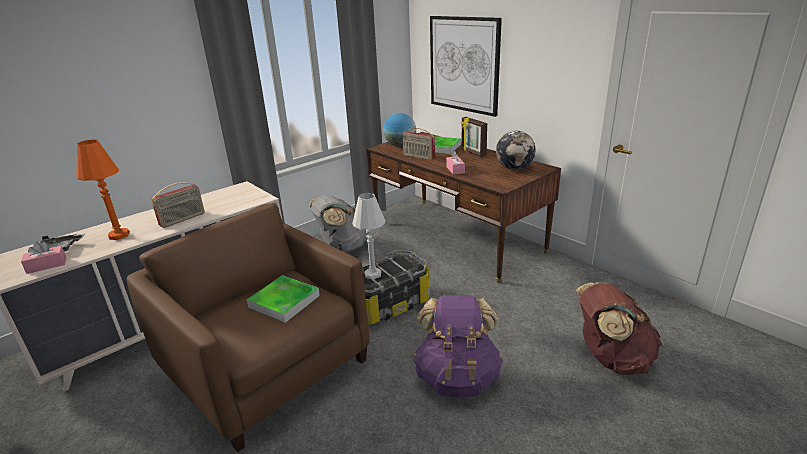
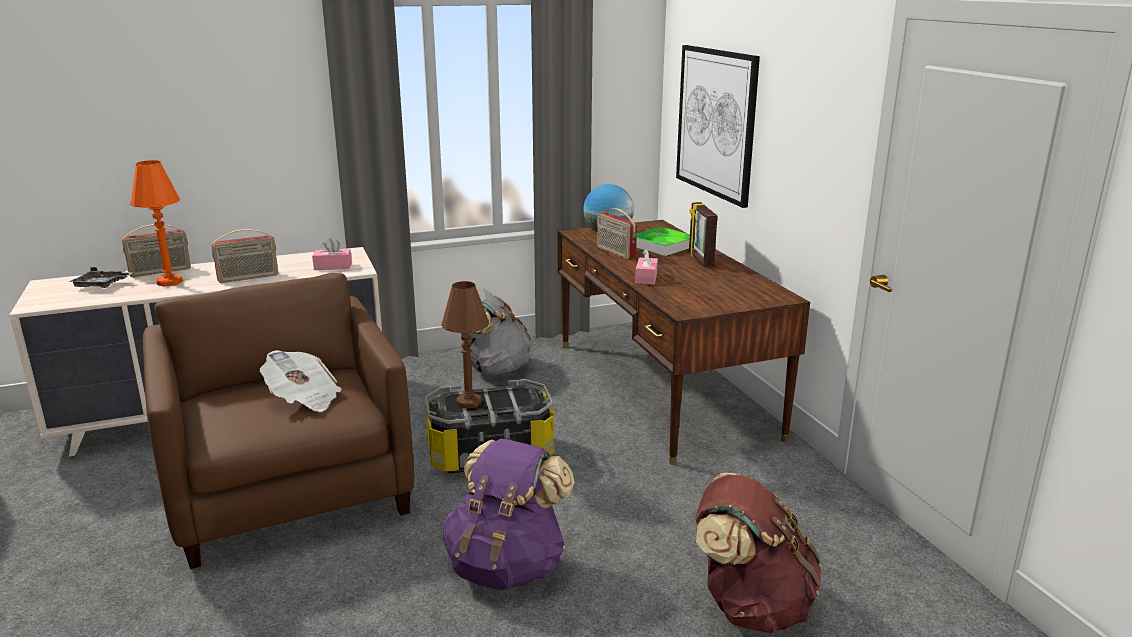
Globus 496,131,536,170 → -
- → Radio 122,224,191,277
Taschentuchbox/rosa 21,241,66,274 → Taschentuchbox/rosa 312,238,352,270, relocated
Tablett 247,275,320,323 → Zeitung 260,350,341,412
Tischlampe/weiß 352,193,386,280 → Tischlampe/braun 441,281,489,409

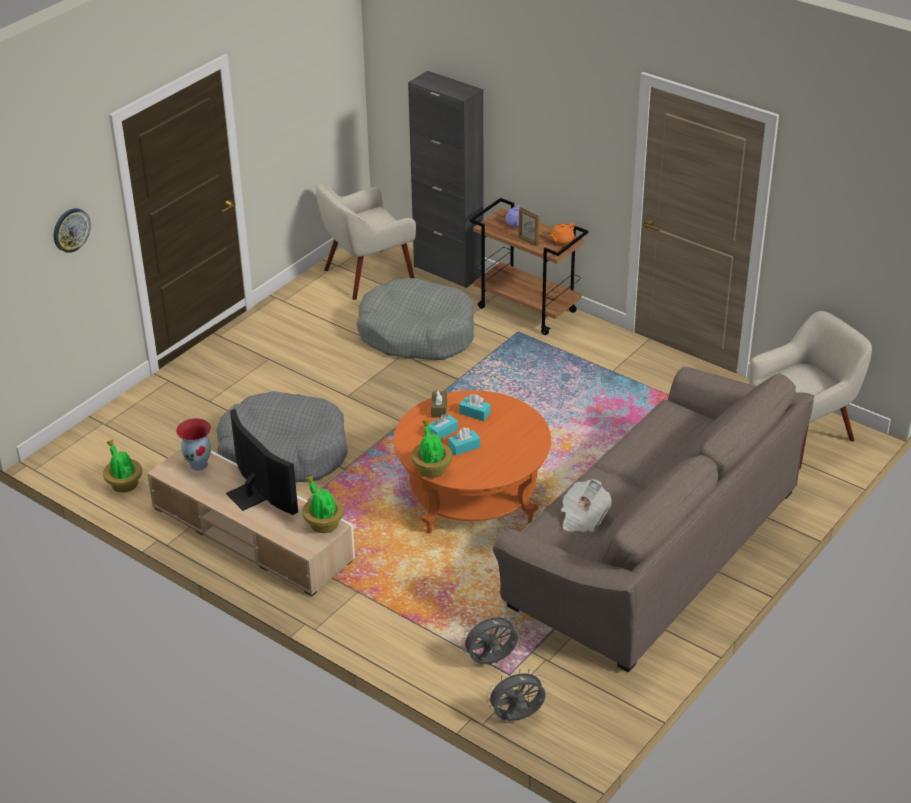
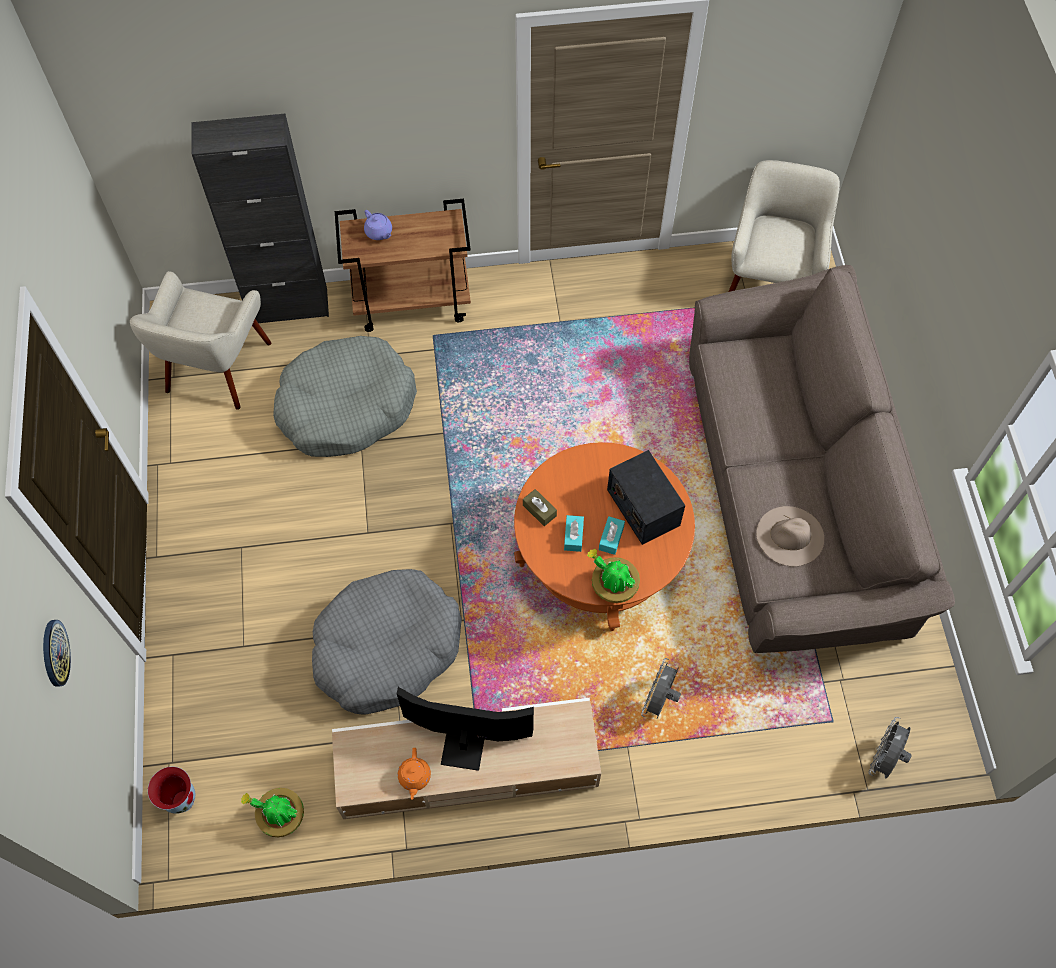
Topfpflanze 302,476,344,533 → -
Taschentuchbox/türkis 459,394,490,421 → -
Bilderrahmen 518,208,540,246 → -
- → Radio 607,450,685,545
Vase 176,418,211,471 → Vase 148,767,195,814, relocated
Ventilator/grau 461,613,518,664 → Ventilator/grau 641,658,681,718, relocated
Teekanne/orange 549,223,575,244 → Teekanne/orange 398,748,431,800, relocated
Zeitung 561,479,612,532 → Hut/beige 756,506,824,566

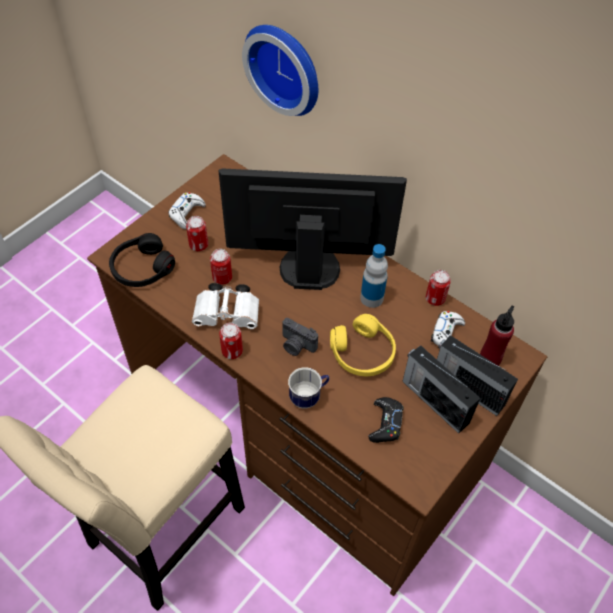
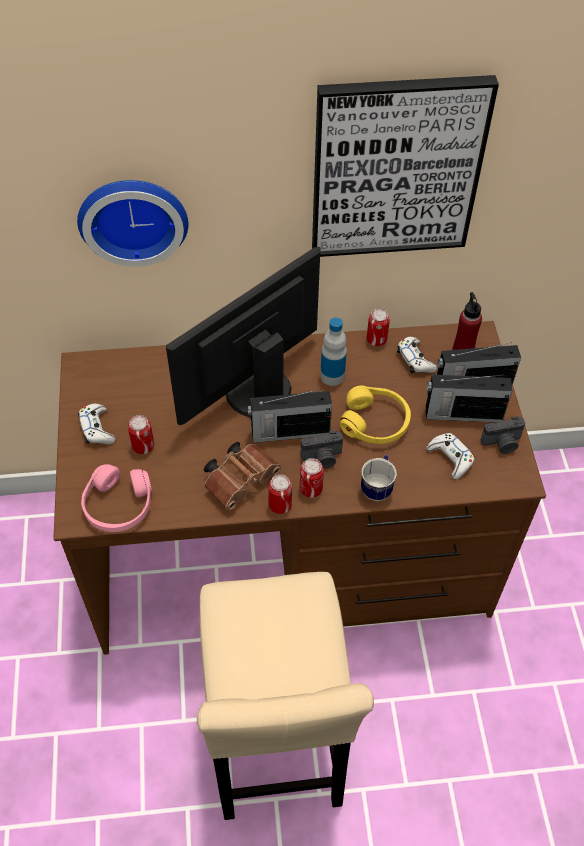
- → Radio 247,389,332,443
- → Bild 312,75,499,257
- → Kamera 481,416,525,454
Dose 210,249,232,285 → Dose 300,458,324,498, relocated
Kopfhörer/schwarz 109,233,175,287 → Kopfhörer/rosa 81,464,152,532
Fernglas/weiß 192,283,259,329 → Fernglas/braun 204,442,281,510
Gamepad/schwarz 369,397,403,443 → Gamepad/weiß 426,433,474,479

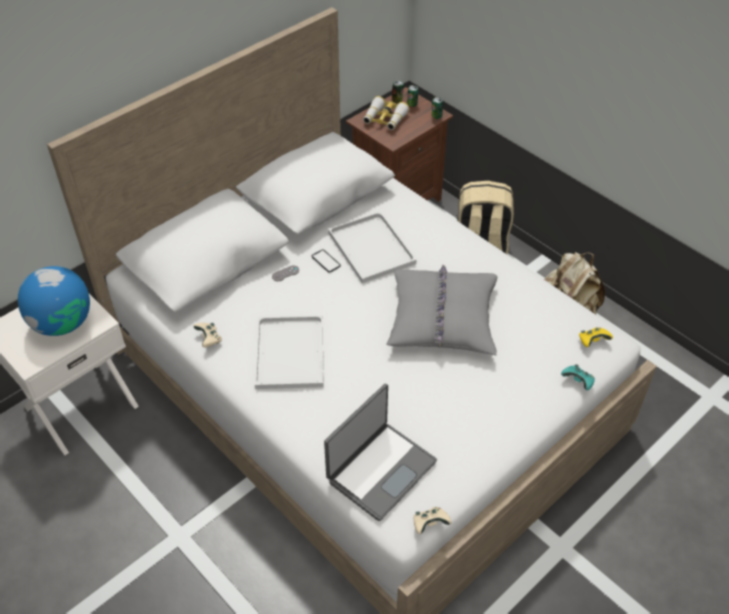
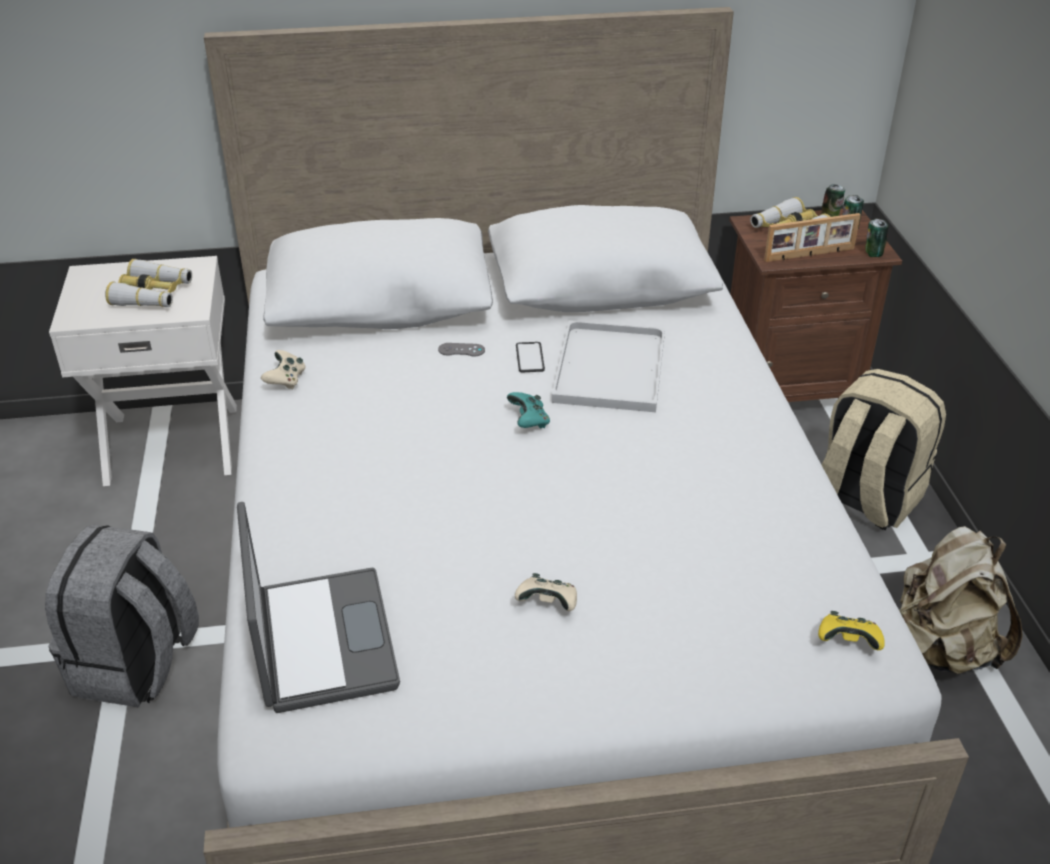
Tablett/weiß 255,316,323,389 → -
Kissen/grau 386,265,497,355 → -
- → Rucksack/grau 45,525,199,707
- → Bilderrahmen 764,213,861,262
Gamepad/beige 414,507,452,534 → Gamepad/beige 515,573,577,611, relocated
Gamepad/türkis 561,364,595,390 → Gamepad/türkis 507,392,550,428, relocated
Globus 18,266,90,336 → Fernglas 105,259,192,307
Laptop 324,384,437,521 → Laptop 237,502,400,713, 90 degrees counterclockwise

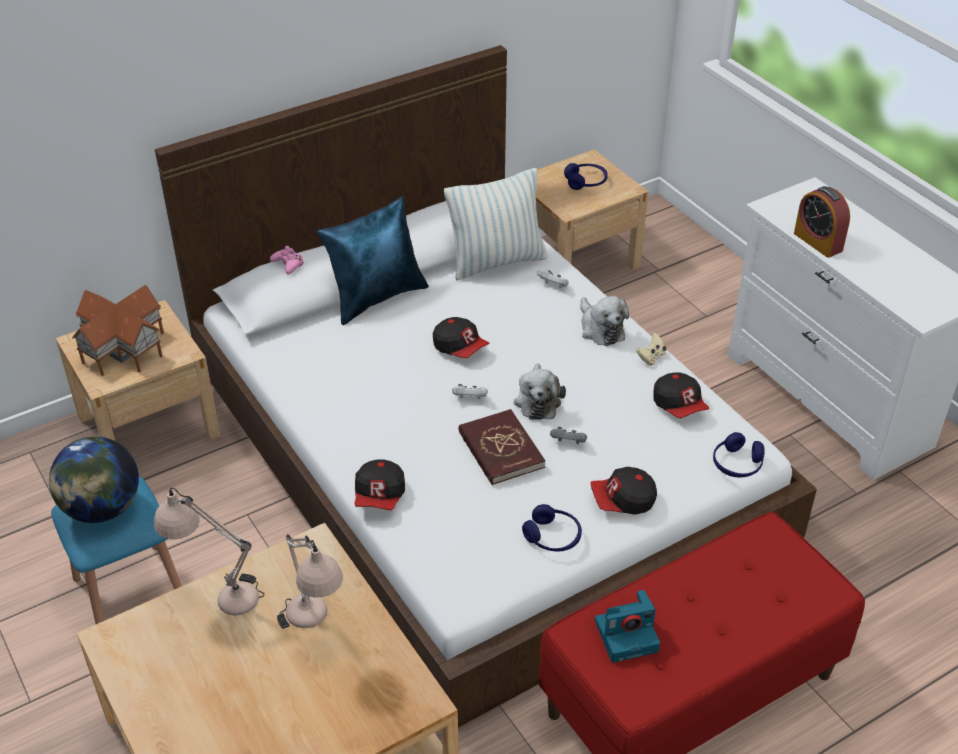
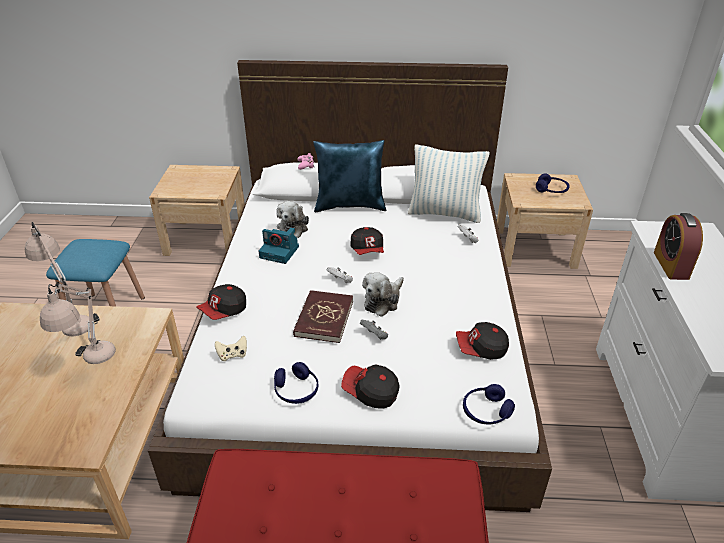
Globus 49,437,139,523 → -
Spielzeughaus 72,285,164,376 → -
Plüschtier 580,296,629,346 → Plüschtier 276,201,309,238, relocated
Kamera 595,590,660,663 → Kamera 259,227,299,264, relocated
Gamepad/beige 636,333,666,366 → Gamepad/beige 215,336,247,361, relocated
Kappe 654,372,709,418 → Kappe 456,322,509,360, 75 degrees clockwise

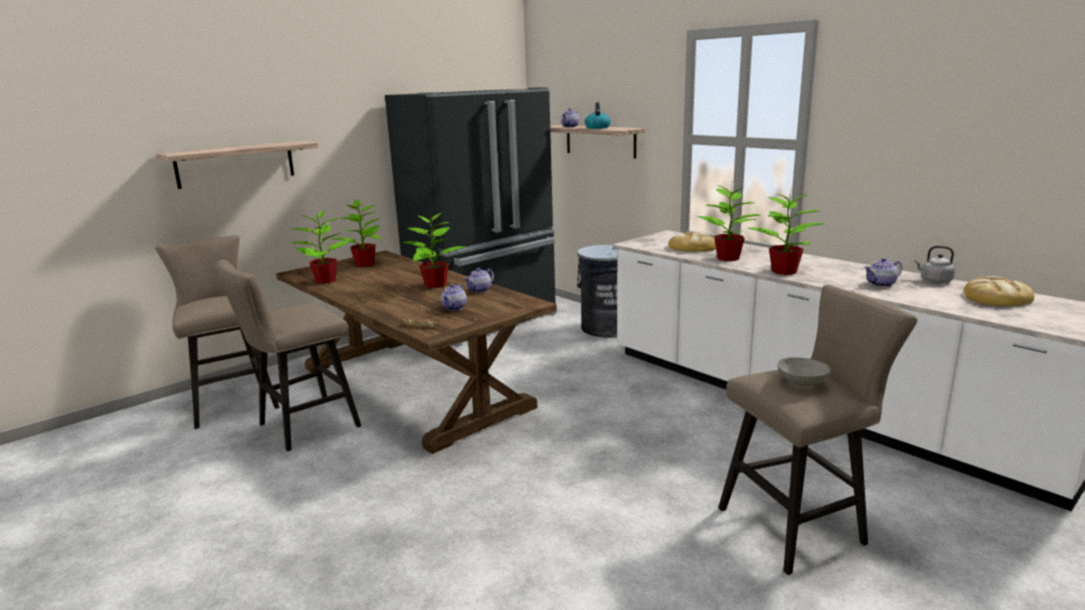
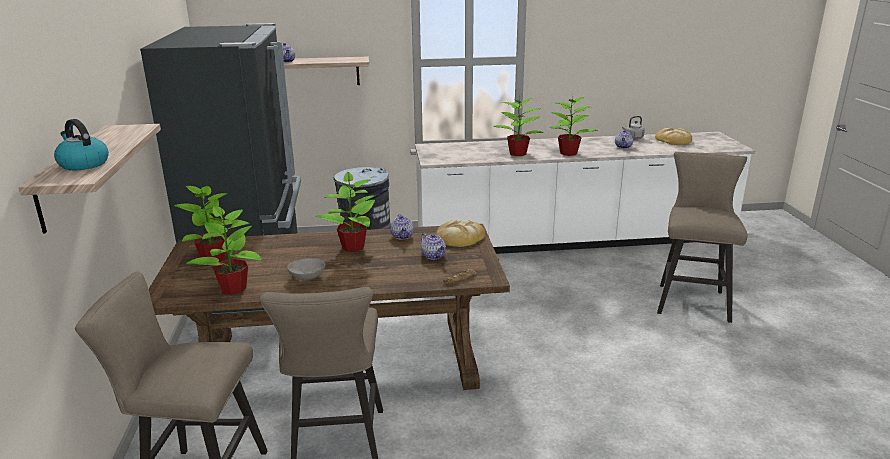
Wasserkessel 585,102,611,129 → Wasserkessel 54,119,109,170, relocated
Brot 668,232,716,252 → Brot 436,220,485,247, relocated
Schüssel/grau 777,357,831,386 → Schüssel/grau 287,258,325,280, relocated

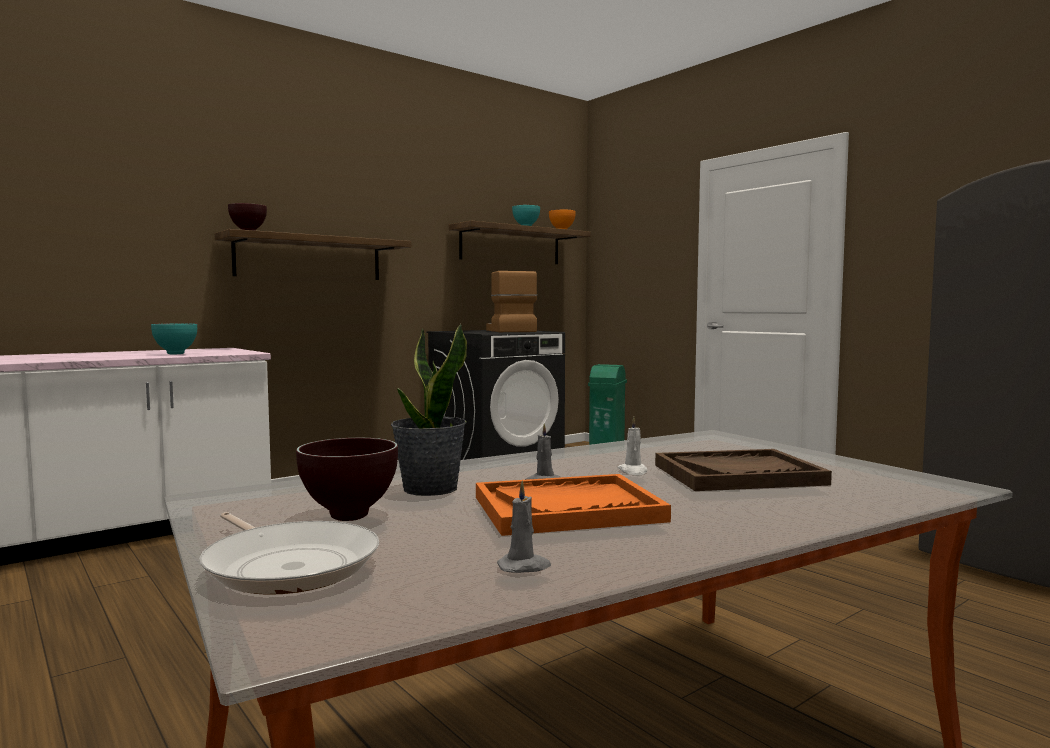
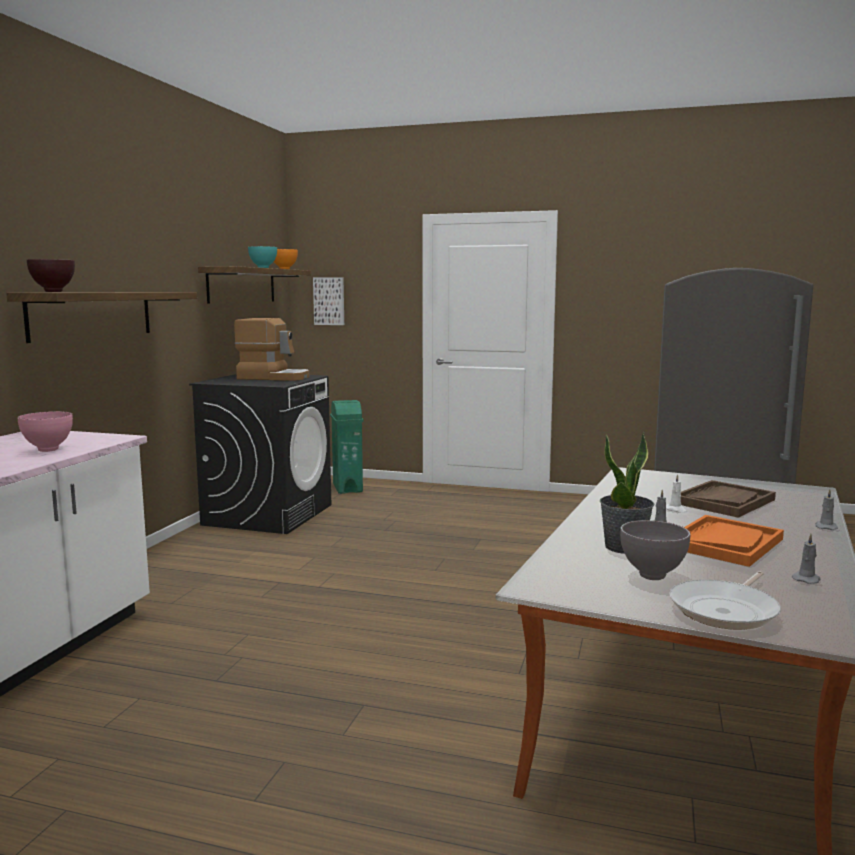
- → Bild 313,277,344,325
- → Kerze/grau 815,490,838,530
Schüssel/türkis 151,323,197,354 → Schüssel/rosa 17,411,73,452
Schüssel/braun 296,438,398,521 → Schüssel/grau 620,520,690,580
Pfanne 199,512,379,595 → Pfanne 670,571,781,630, 120 degrees clockwise
Kaffeemaschine 486,271,537,332 → Kaffeemaschine 234,318,309,381, 150 degrees clockwise

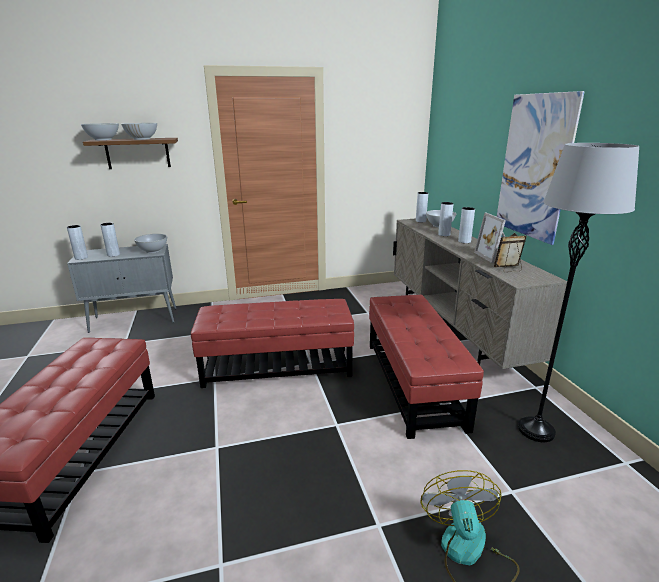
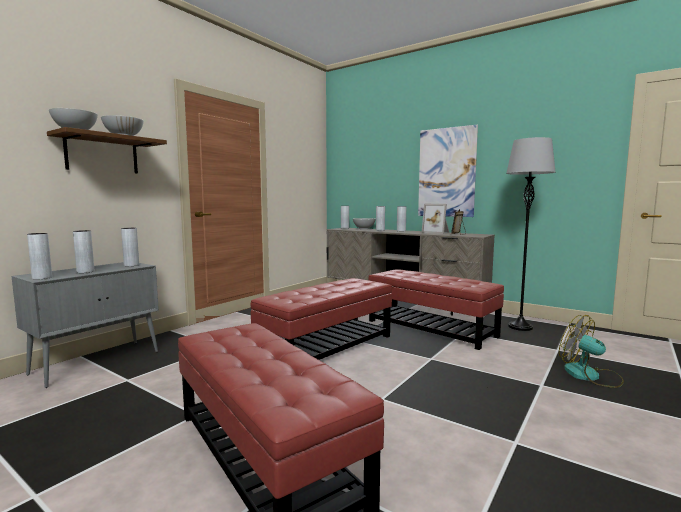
Schüssel/weiß 134,234,167,253 → Vase/grau 121,228,139,266

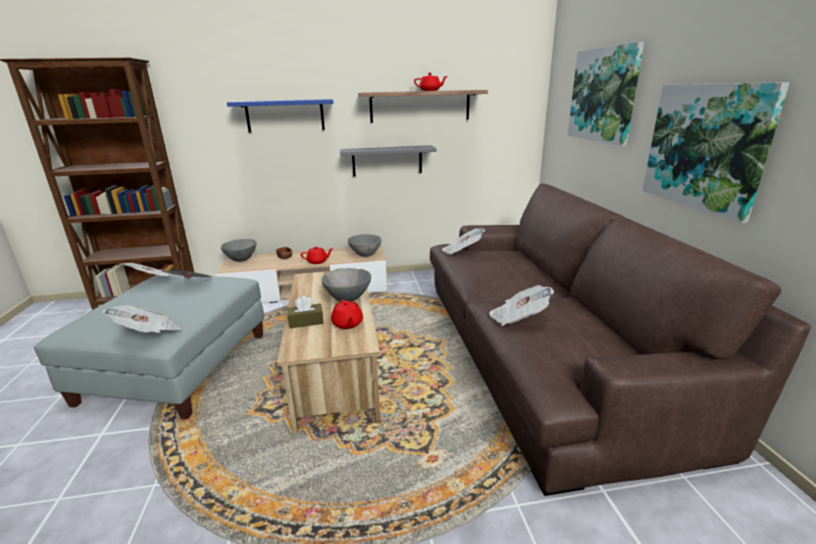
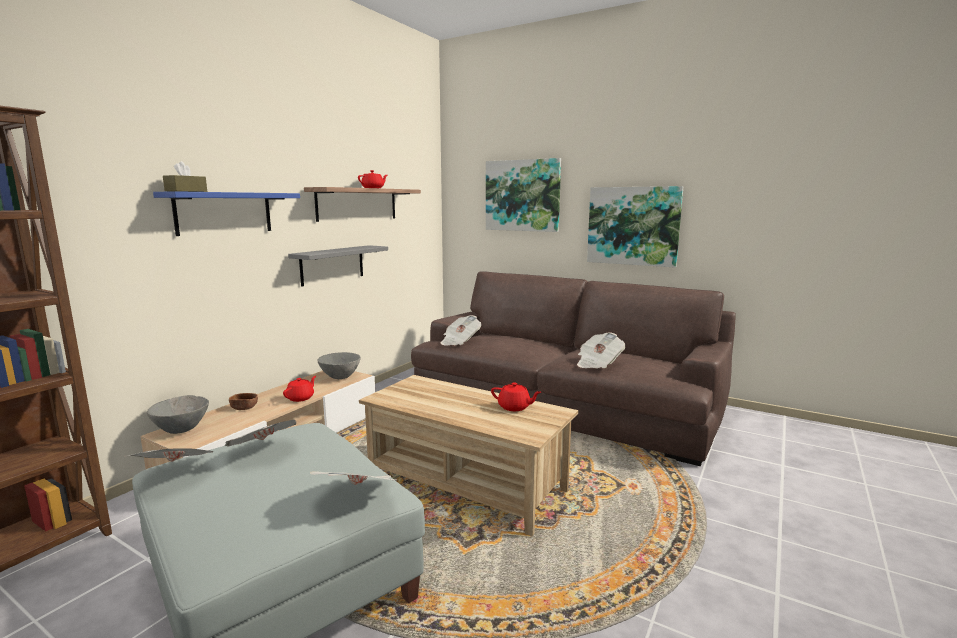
Schüssel/grau 321,268,371,302 → -
Taschentuchbox/braun 288,296,323,328 → Taschentuchbox/braun 163,161,207,192, relocated

